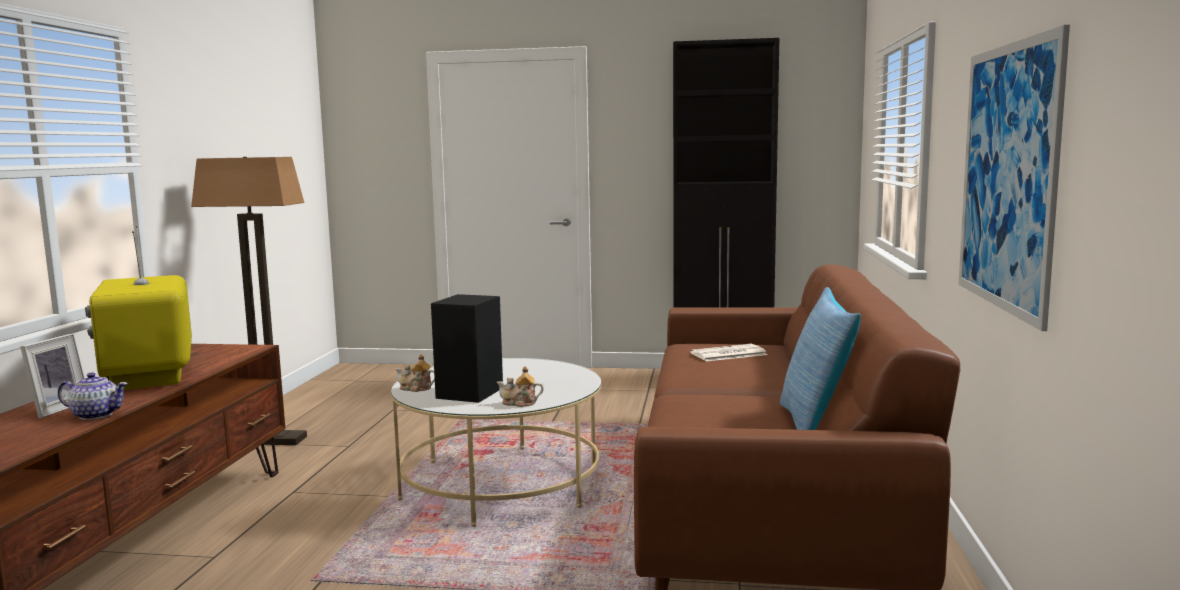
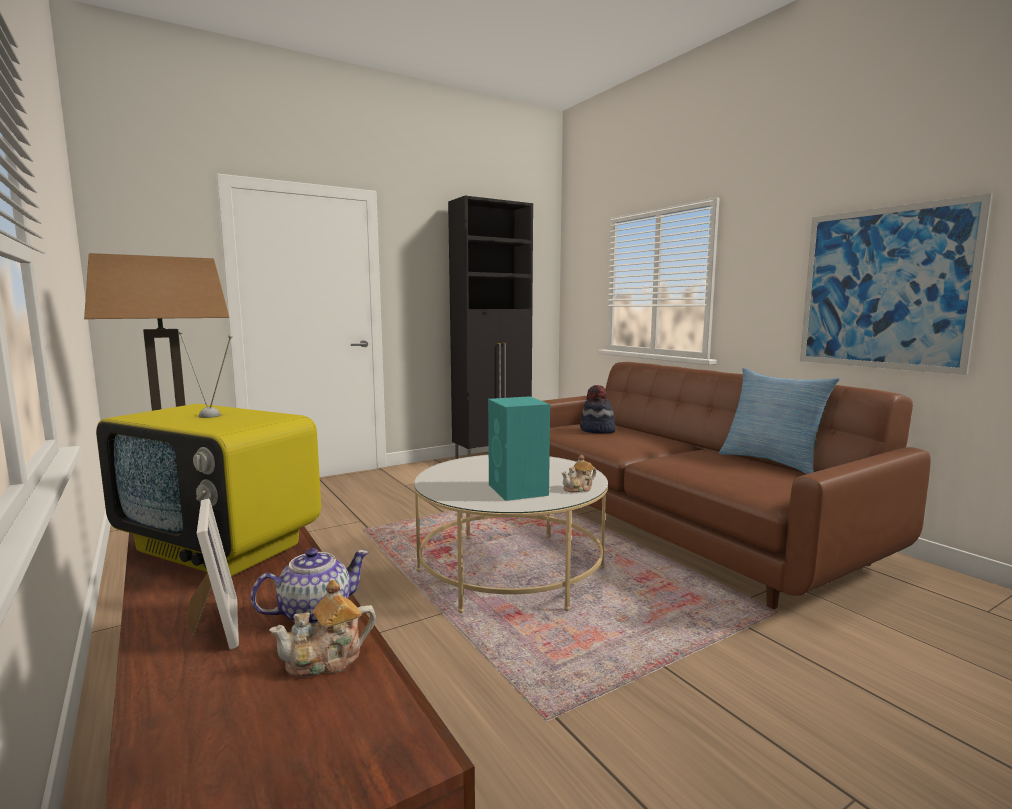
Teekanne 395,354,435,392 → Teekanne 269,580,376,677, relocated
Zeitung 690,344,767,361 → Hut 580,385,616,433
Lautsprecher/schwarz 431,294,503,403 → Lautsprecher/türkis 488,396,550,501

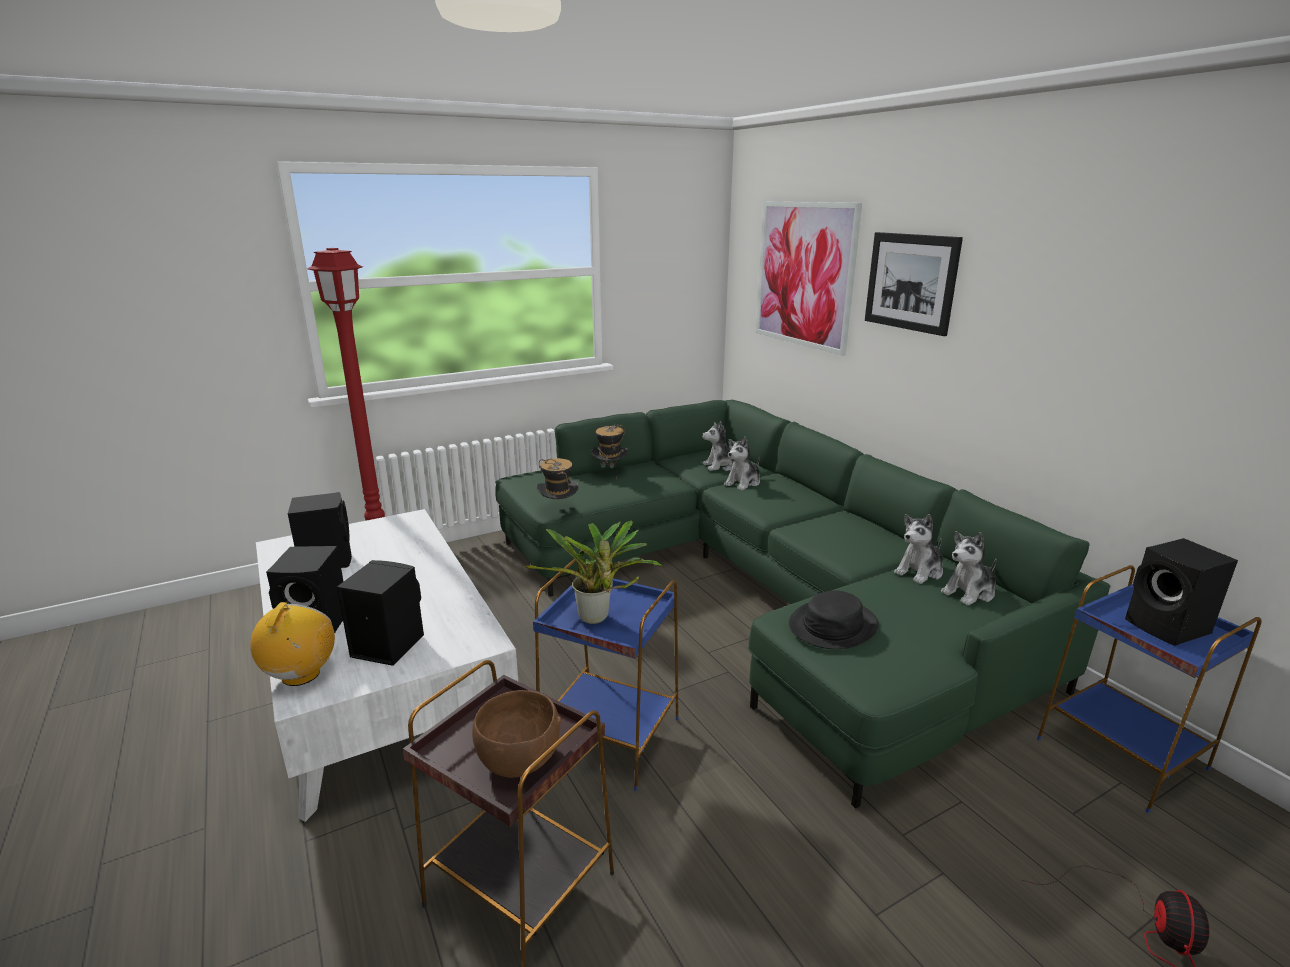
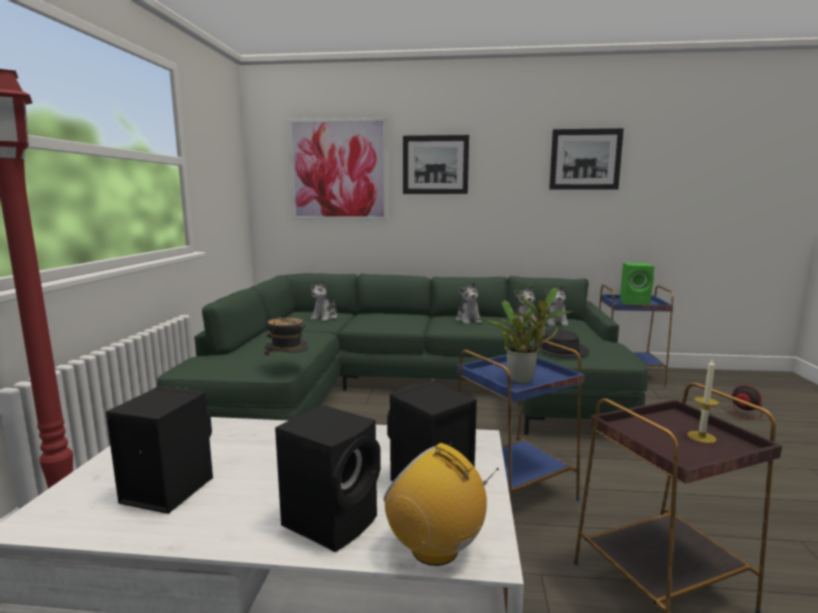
Hut 591,424,628,468 → -
- → Bild 549,128,624,190
Plüschtier 724,436,760,490 → Plüschtier 456,281,482,324, relocated
Schüssel/braun 472,690,562,778 → Kerze 687,358,720,444
Lautsprecher/schwarz 1125,538,1238,646 → Lautsprecher/grün 620,262,654,305

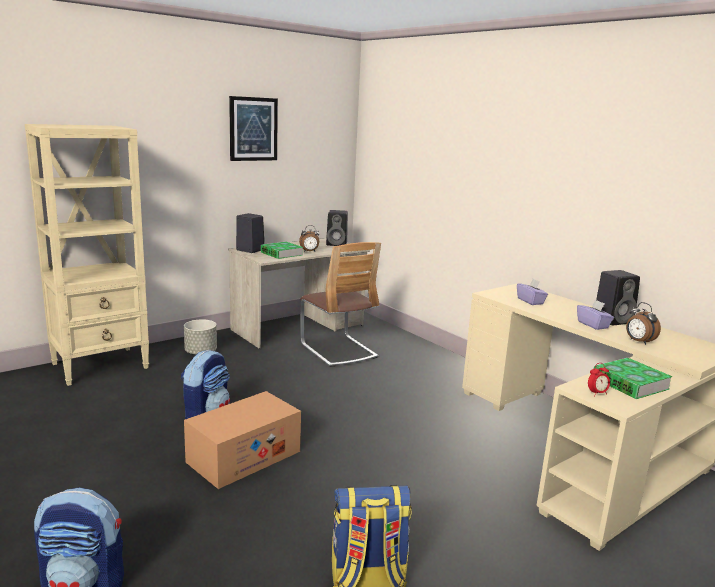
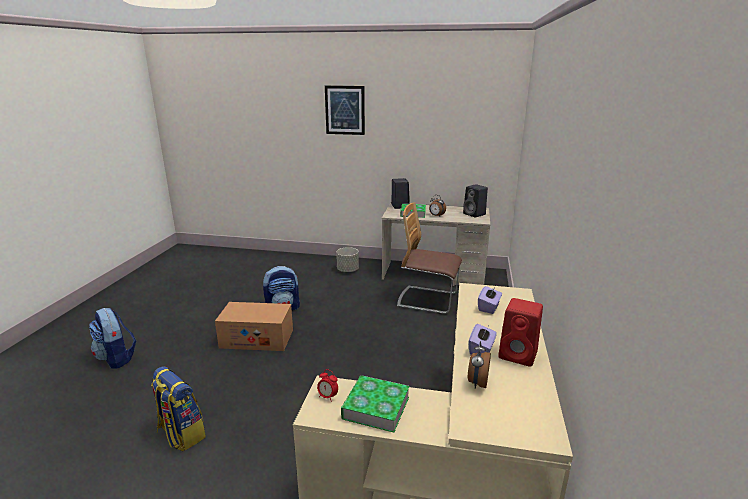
Bücherregal/beige 25,124,149,386 → -
Bild 229,96,278,161 → Bild 325,85,365,135, relocated
Lautsprecher/schwarz 596,270,640,325 → Lautsprecher/rot 498,298,543,367
Stuhl 300,242,381,367 → Stuhl 397,202,462,314, 90 degrees clockwise

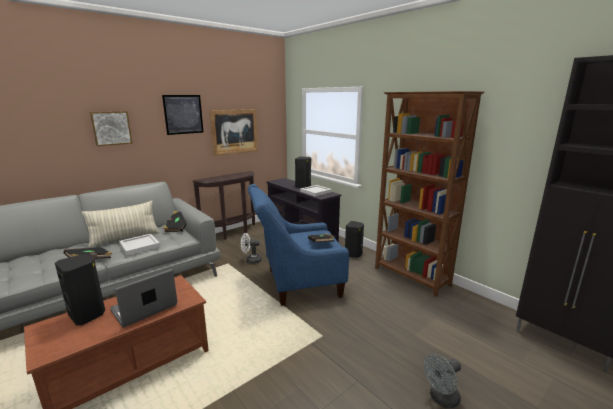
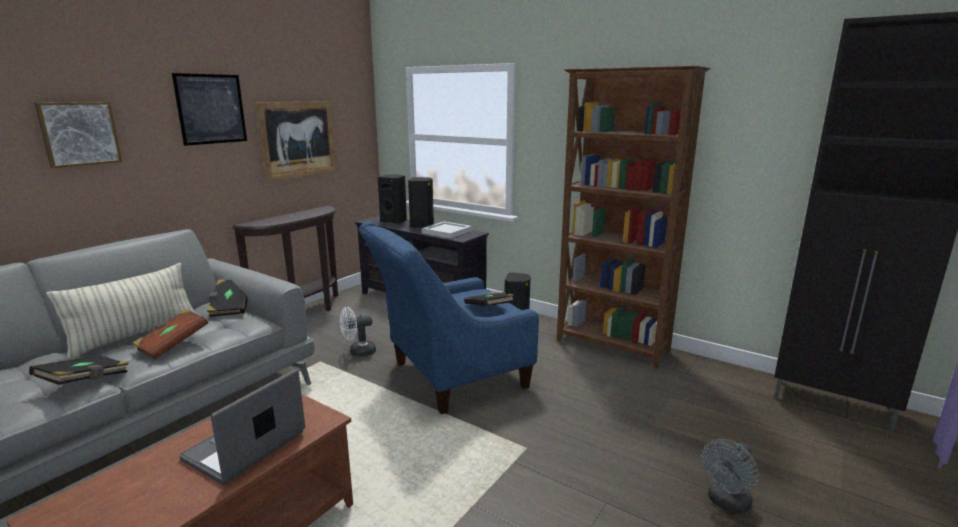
Lautsprecher/schwarz 55,254,105,326 → Lautsprecher/schwarz 377,174,407,224, relocated
Tablett/weiß 119,234,160,255 → Buch/braun 132,309,208,359

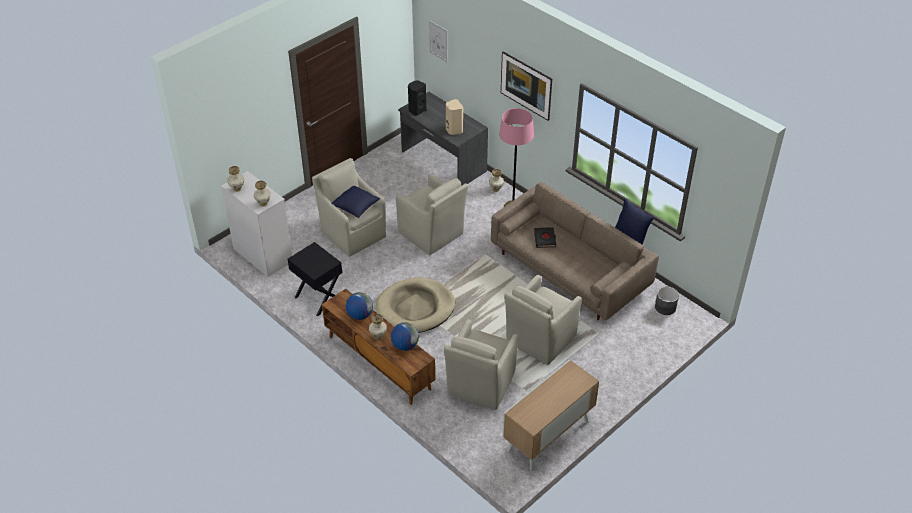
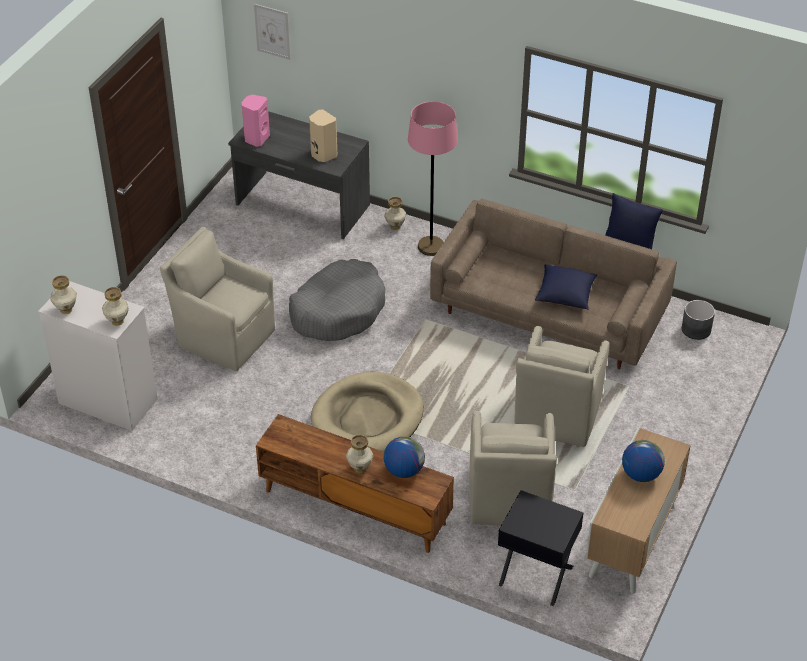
Bild 501,51,552,121 → -
Buch/schwarz 534,227,556,248 → -
Nachttisch/schwarz 288,242,342,317 → Nachttisch/schwarz 498,490,584,606, relocated
Kissen/blau 331,186,380,218 → Kissen/blau 535,264,597,310, relocated
Globus 346,292,373,320 → Globus 622,440,665,482, relocated
Sessel/beige 395,174,468,255 → Hundebett/grau 289,259,385,341
Lautsprecher/schwarz 408,80,426,116 → Lautsprecher/rosa 242,95,270,147

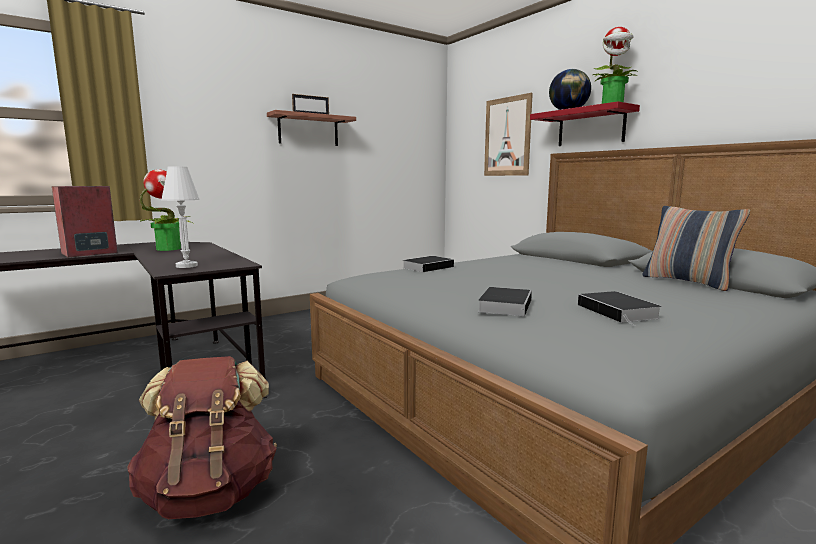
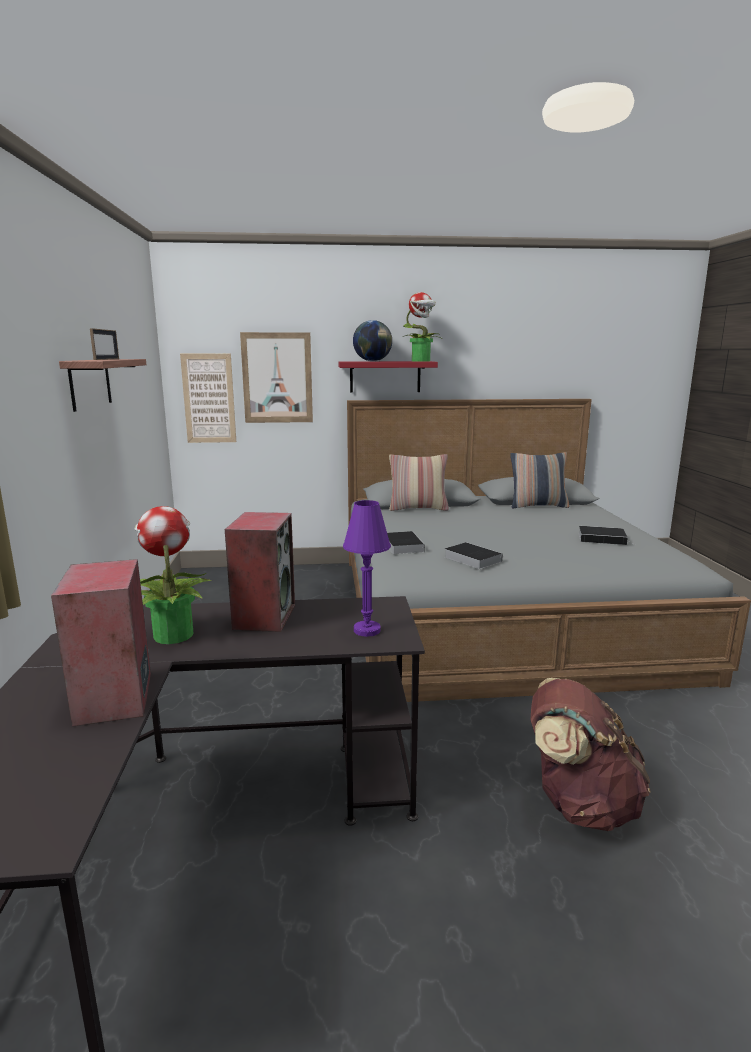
- → Bild 180,354,236,443
- → Lautsprecher 225,512,295,632
- → Kissen 389,454,449,511
Buch 478,287,532,316 → Buch 445,542,503,569, relocated
Tischlampe/weiß 161,167,200,268 → Tischlampe/lila 343,500,391,637

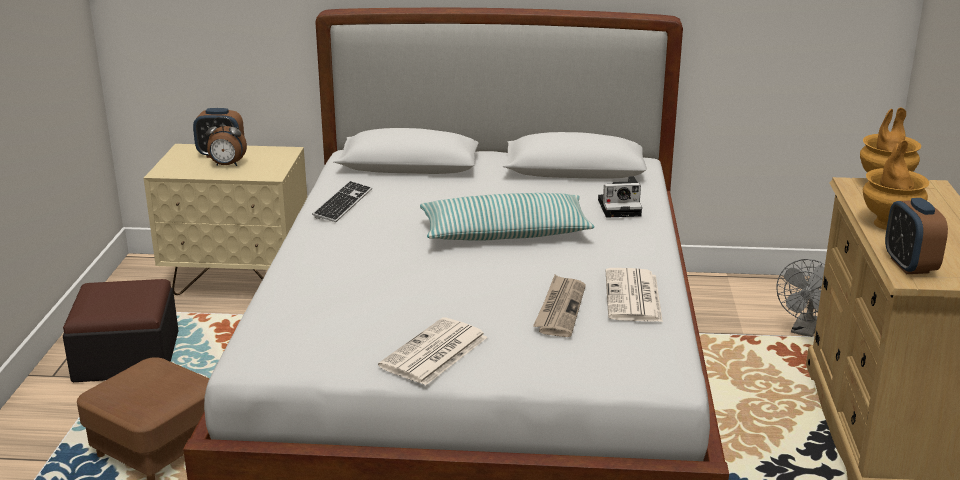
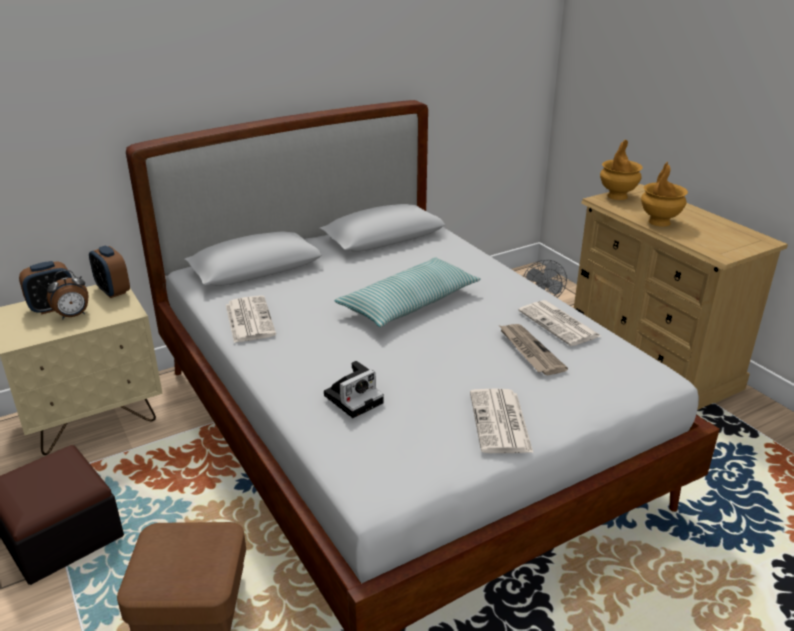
Kamera 598,176,642,218 → Kamera 324,361,384,418, relocated
Wecker 885,198,948,274 → Wecker 89,246,130,298, relocated
Tastatur 312,181,372,222 → Zeitung 226,295,276,343

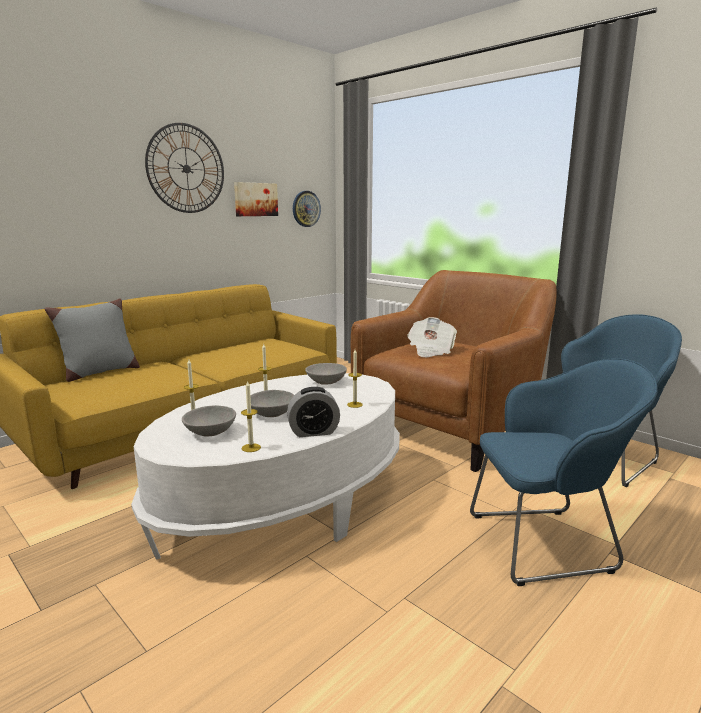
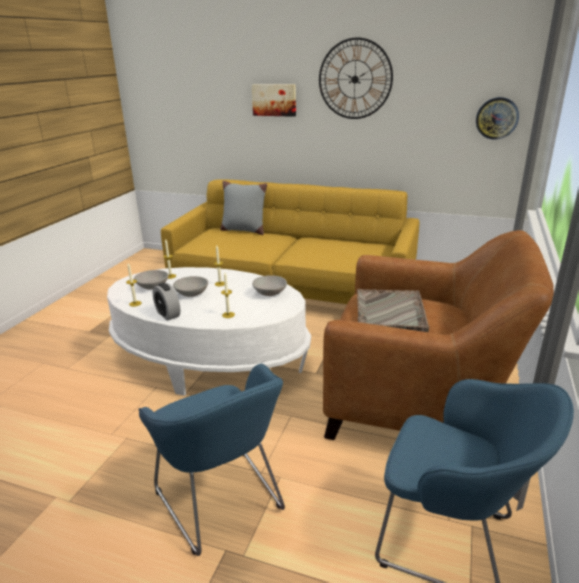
Bild 234,182,278,216 → Bild 252,84,296,117, relocated
Zeitung 407,317,457,357 → Tablett/grau 357,289,429,332

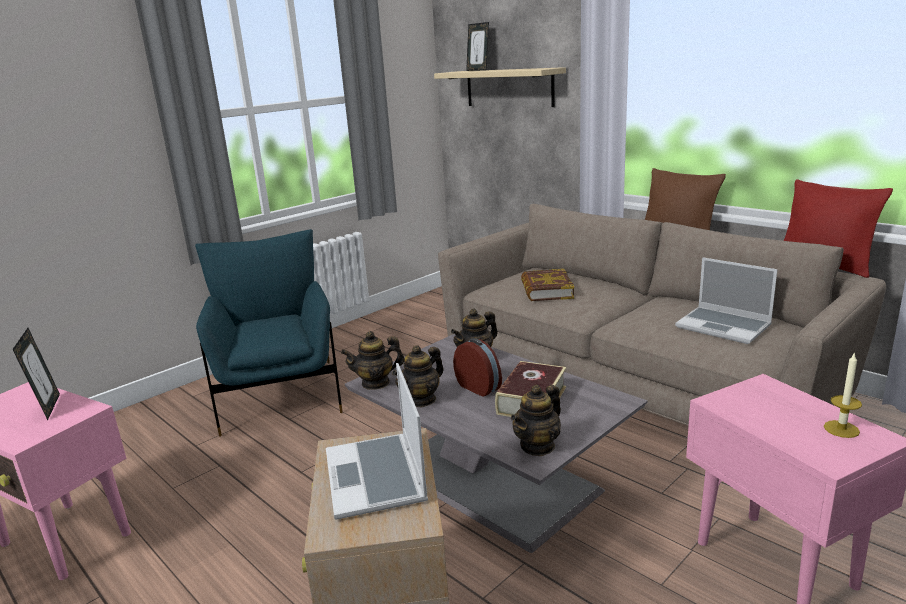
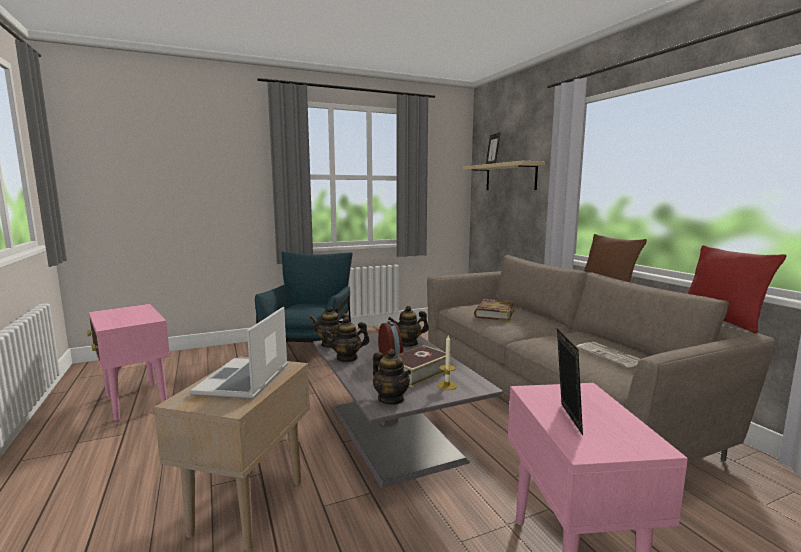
Bilderrahmen 12,328,60,420 → Bilderrahmen 557,329,583,435, relocated
Kerze 824,352,862,438 → Kerze 437,335,457,390, relocated
Laptop 675,257,777,344 → Zeitung 576,342,640,367
Teekanne 511,384,561,456 → Teekanne 373,349,411,405, 105 degrees counterclockwise

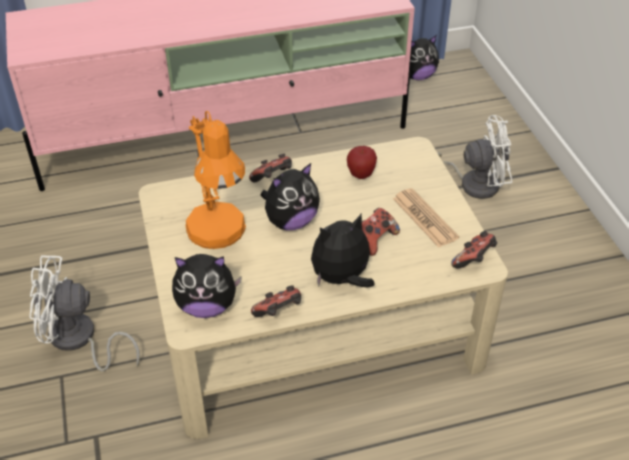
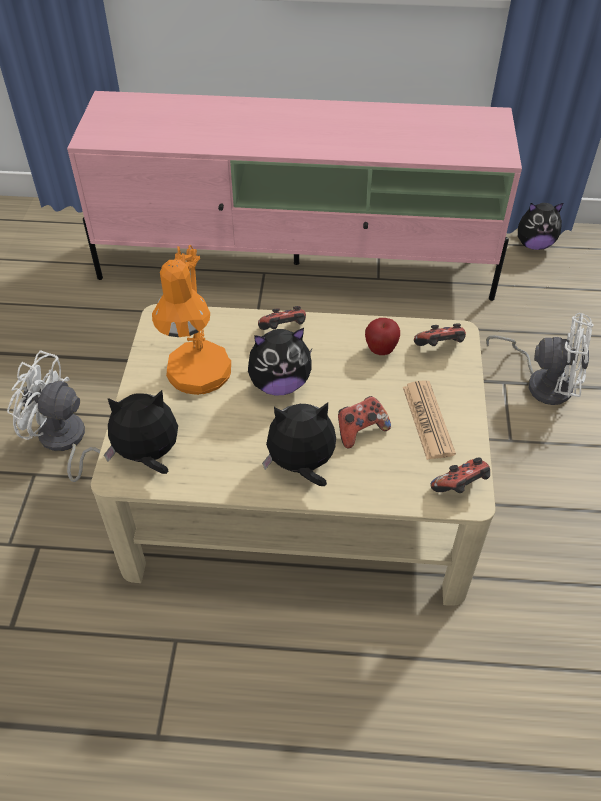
Gamepad 251,285,301,317 → Gamepad 414,323,466,346, relocated
Plüschtier 172,254,242,318 → Plüschtier 104,390,178,474, 150 degrees clockwise

